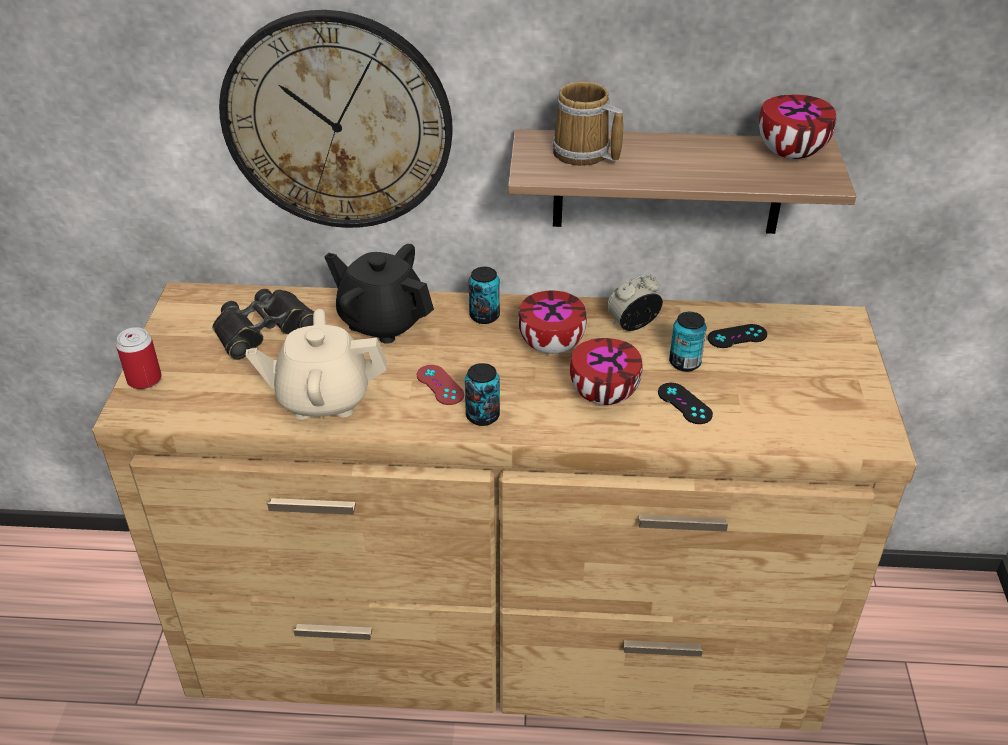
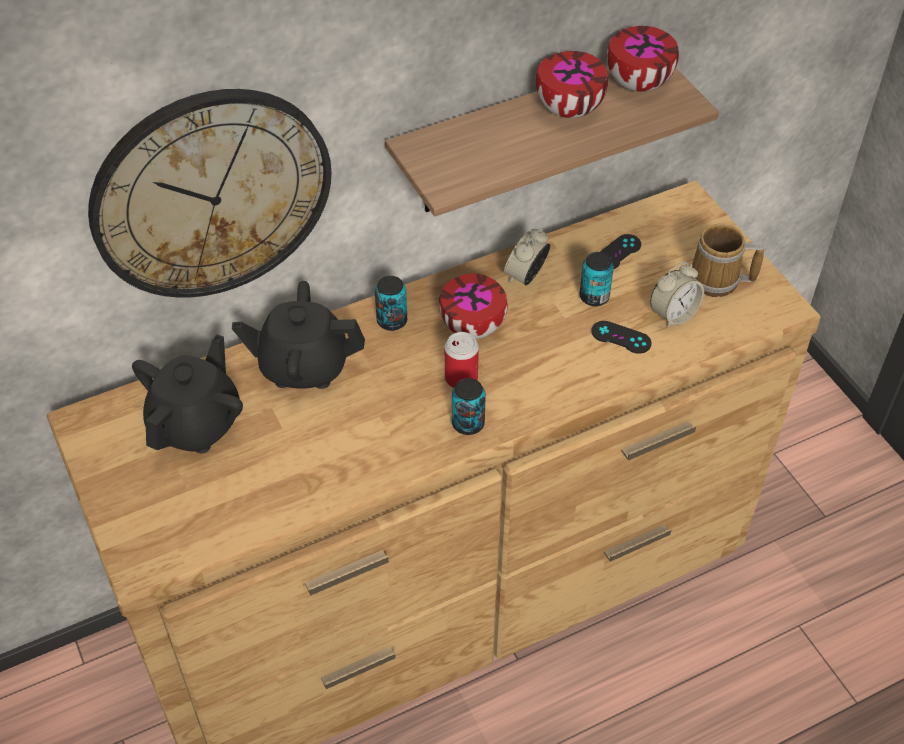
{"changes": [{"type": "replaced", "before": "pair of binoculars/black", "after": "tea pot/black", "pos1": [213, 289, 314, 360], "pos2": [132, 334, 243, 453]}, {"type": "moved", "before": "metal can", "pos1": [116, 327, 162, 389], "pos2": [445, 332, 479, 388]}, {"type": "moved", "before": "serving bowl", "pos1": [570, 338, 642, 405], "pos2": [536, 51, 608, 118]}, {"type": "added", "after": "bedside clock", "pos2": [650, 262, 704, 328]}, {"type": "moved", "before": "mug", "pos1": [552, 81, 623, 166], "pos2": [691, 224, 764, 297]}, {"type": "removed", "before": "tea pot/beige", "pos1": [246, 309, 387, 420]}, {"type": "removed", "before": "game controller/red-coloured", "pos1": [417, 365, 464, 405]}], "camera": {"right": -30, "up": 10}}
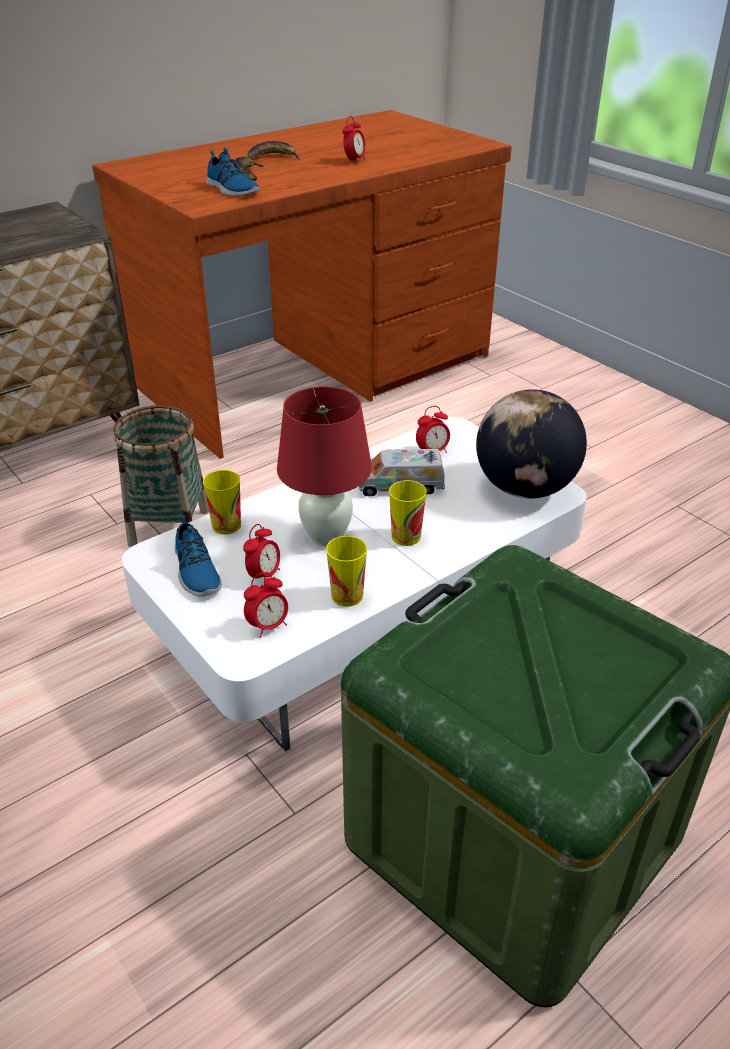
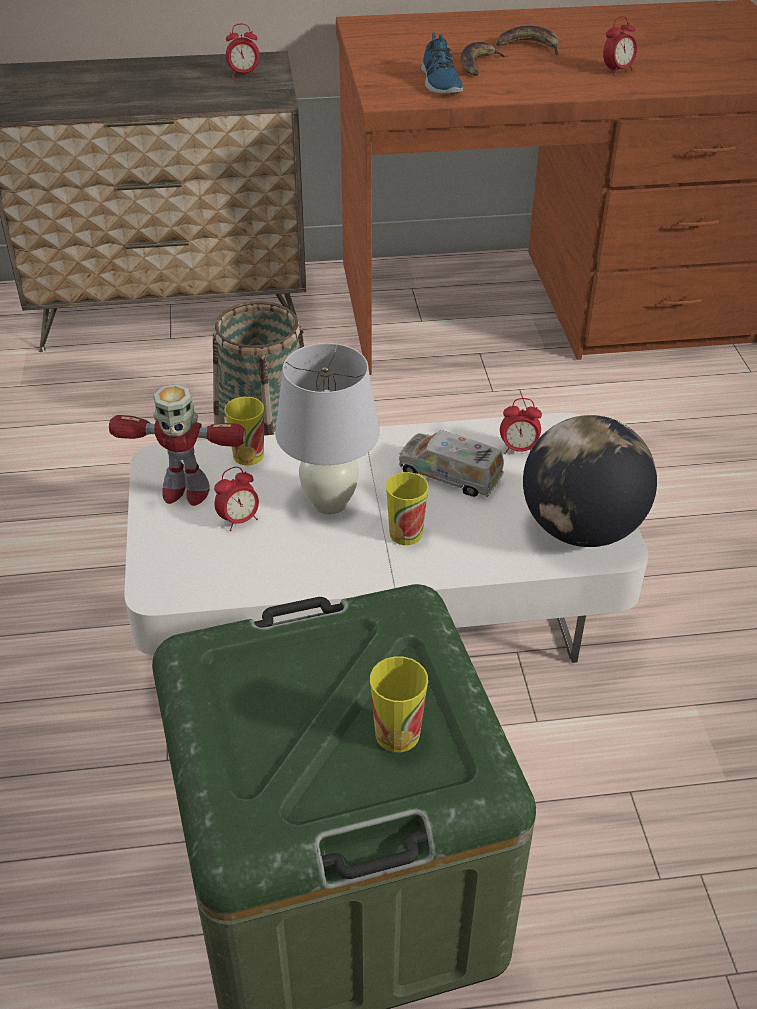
{"changes": [{"type": "replaced", "before": "low shoe", "after": "robot figure", "pos1": [175, 515, 222, 597], "pos2": [109, 384, 246, 506]}, {"type": "moved", "before": "bedside clock", "pos1": [244, 572, 288, 638], "pos2": [226, 24, 260, 78]}, {"type": "recoloured", "before": "lamp for a table/red-coloured", "after": "lamp for a table/white-coloured", "pos1": [277, 386, 372, 546], "pos2": [275, 343, 380, 515]}, {"type": "moved", "before": "drinking cup", "pos1": [326, 536, 367, 607], "pos2": [370, 656, 428, 752]}], "camera": {"right": 30, "up": 5}}
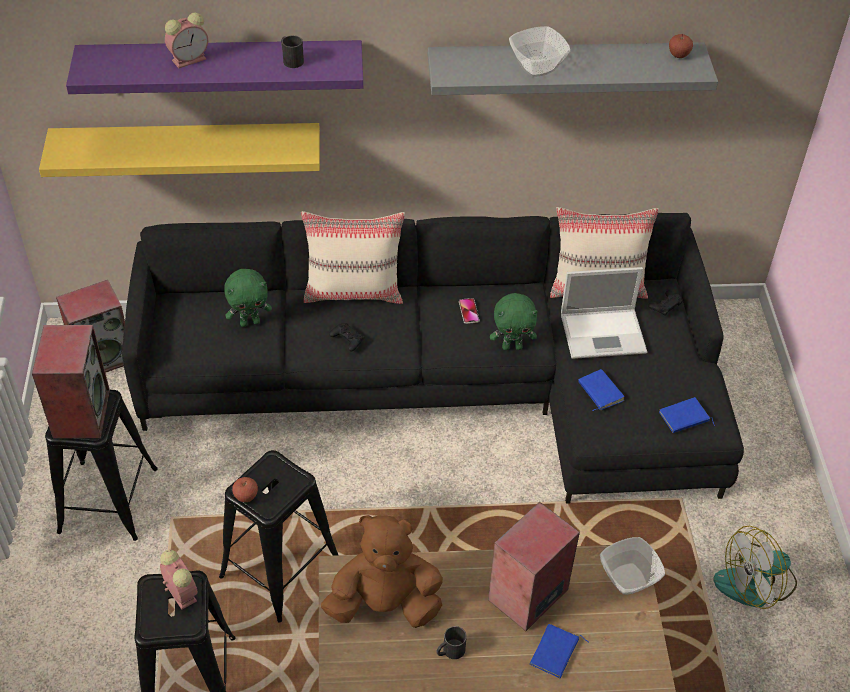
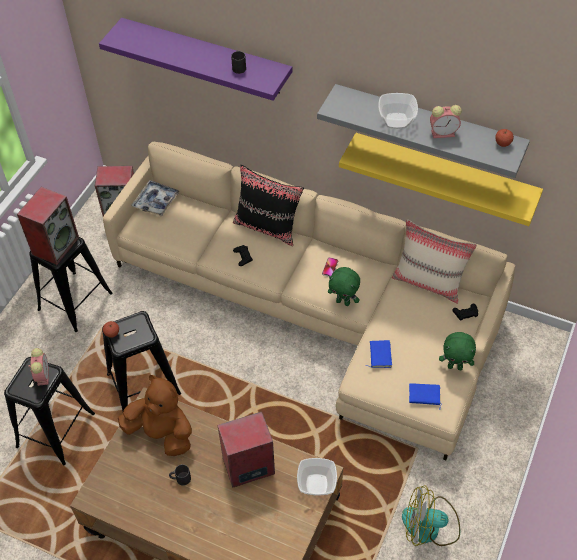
{"changes": [{"type": "recoloured", "before": "settee/black", "after": "settee/beige", "pos1": [122, 213, 744, 504], "pos2": [103, 142, 515, 460]}, {"type": "added", "after": "carrying tray", "pos2": [132, 180, 180, 217]}, {"type": "recoloured", "before": "throw pillow/beige", "after": "throw pillow/black", "pos1": [301, 211, 405, 304], "pos2": [233, 165, 304, 246]}, {"type": "moved", "before": "bracket shelf/yellow-coloured", "pos1": [39, 123, 320, 177], "pos2": [339, 133, 543, 226]}, {"type": "moved", "before": "bedside clock", "pos1": [165, 12, 208, 68], "pos2": [430, 105, 462, 138]}, {"type": "moved", "before": "soft toy/greenish", "pos1": [224, 269, 272, 327], "pos2": [439, 332, 476, 370]}, {"type": "removed", "before": "book/bluish", "pos1": [530, 624, 589, 678]}, {"type": "removed", "before": "notebook computer", "pos1": [561, 267, 647, 359]}], "camera": {"right": 30, "up": 5}}
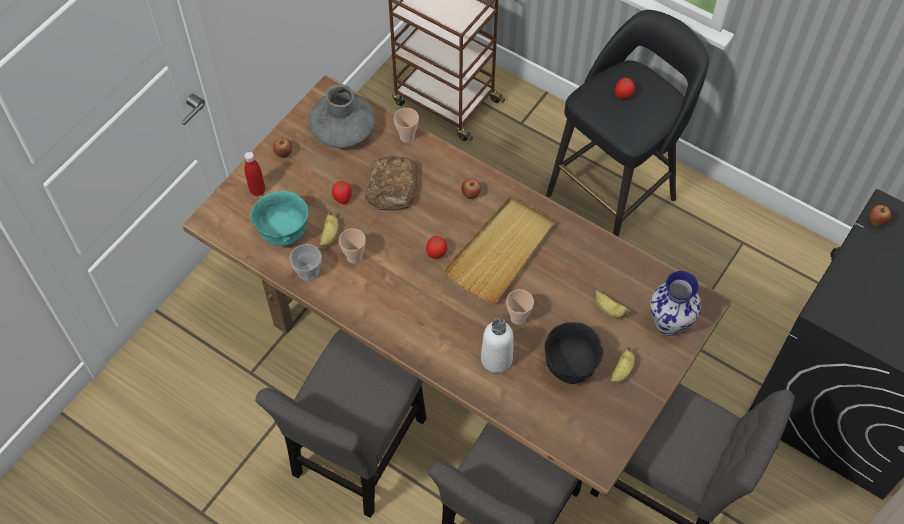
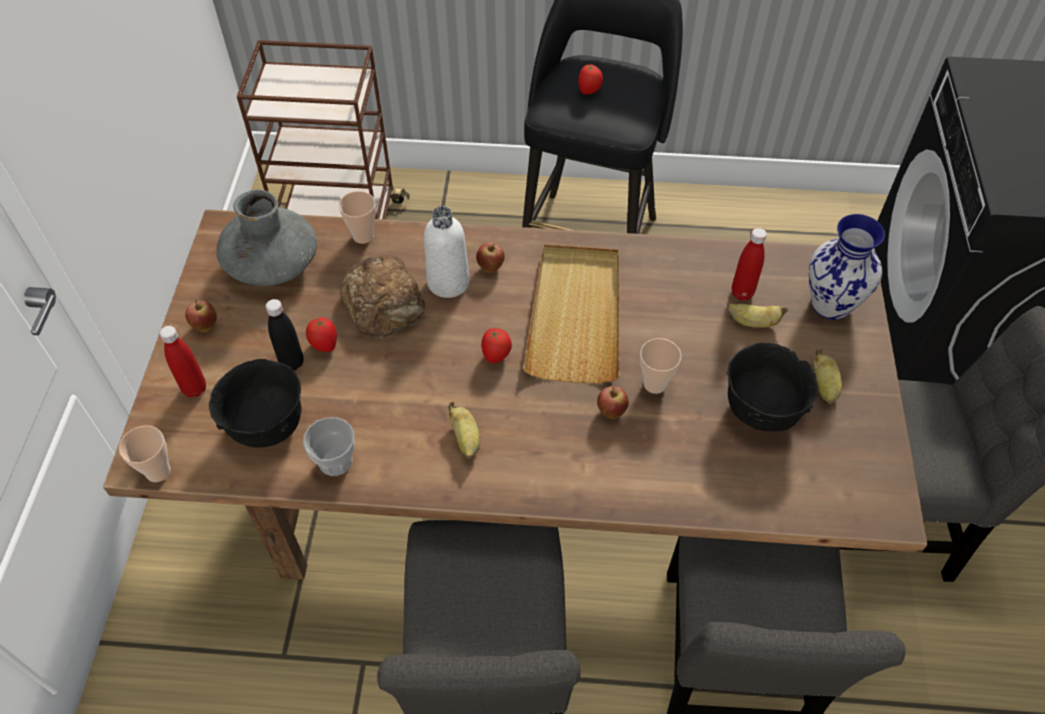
{"changes": [{"type": "moved", "before": "drinking cup", "pos1": [339, 228, 366, 264], "pos2": [119, 426, 171, 482]}, {"type": "recoloured", "before": "serving bowl/turquoise", "after": "serving bowl/black", "pos1": [250, 191, 309, 246], "pos2": [209, 359, 301, 448]}, {"type": "added", "after": "beverage bottle/black", "pos2": [265, 299, 304, 371]}, {"type": "moved", "before": "beverage bottle/white-coloured", "pos1": [481, 318, 513, 373], "pos2": [424, 206, 470, 298]}, {"type": "moved", "before": "banana", "pos1": [320, 210, 339, 247], "pos2": [448, 402, 480, 459]}, {"type": "moved", "before": "apple", "pos1": [869, 205, 891, 227], "pos2": [597, 386, 629, 419]}, {"type": "added", "after": "beverage bottle/red-coloured", "pos2": [731, 228, 767, 301]}], "camera": {"right": -30, "up": -5}}
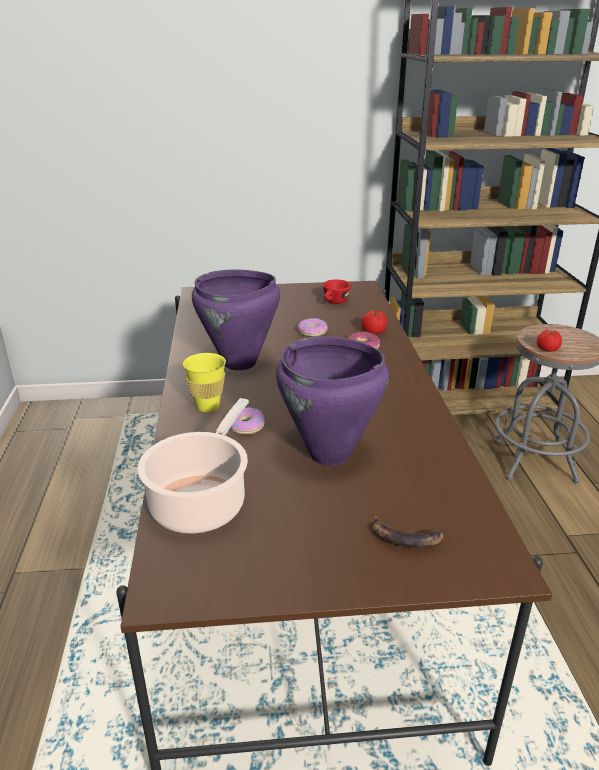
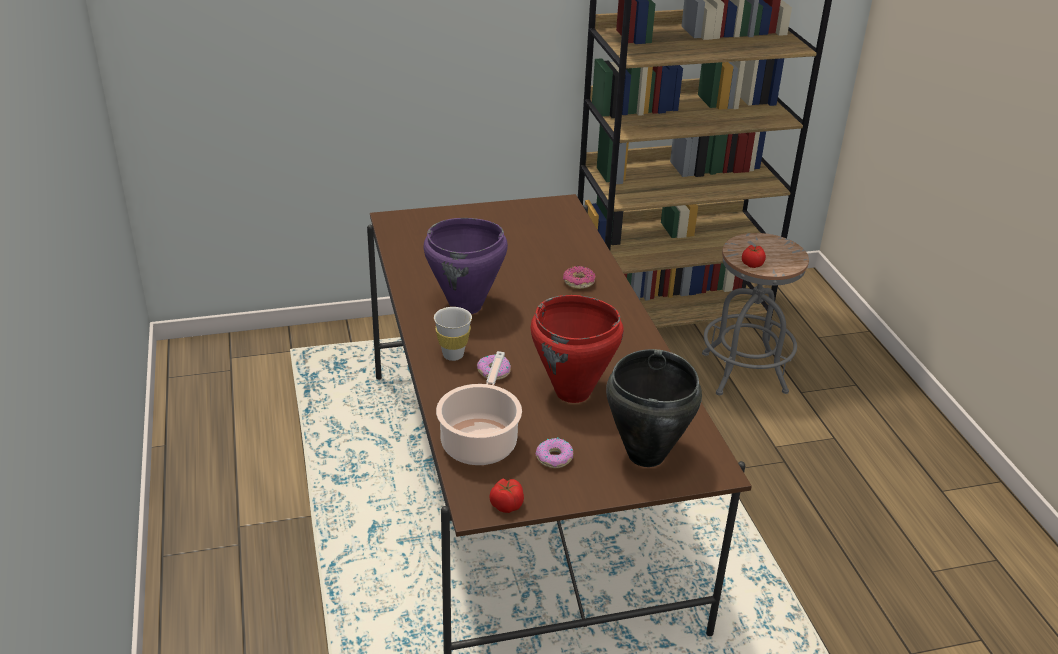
{"changes": [{"type": "recoloured", "before": "drinking cup/yellow-coloured", "after": "drinking cup/white-coloured", "pos1": [183, 353, 226, 412], "pos2": [434, 307, 472, 361]}, {"type": "moved", "before": "tomato", "pos1": [361, 310, 387, 334], "pos2": [489, 479, 524, 513]}, {"type": "recoloured", "before": "saucepot/purplish", "after": "saucepot/red-coloured", "pos1": [276, 336, 389, 466], "pos2": [531, 295, 624, 403]}, {"type": "moved", "before": "donut", "pos1": [297, 318, 328, 337], "pos2": [536, 437, 573, 468]}, {"type": "replaced", "before": "banana", "after": "saucepot/black", "pos1": [373, 516, 444, 547], "pos2": [606, 349, 702, 467]}, {"type": "removed", "before": "drinking cup/red-coloured", "pos1": [323, 280, 351, 304]}], "camera": {"right": -10, "up": 5}}
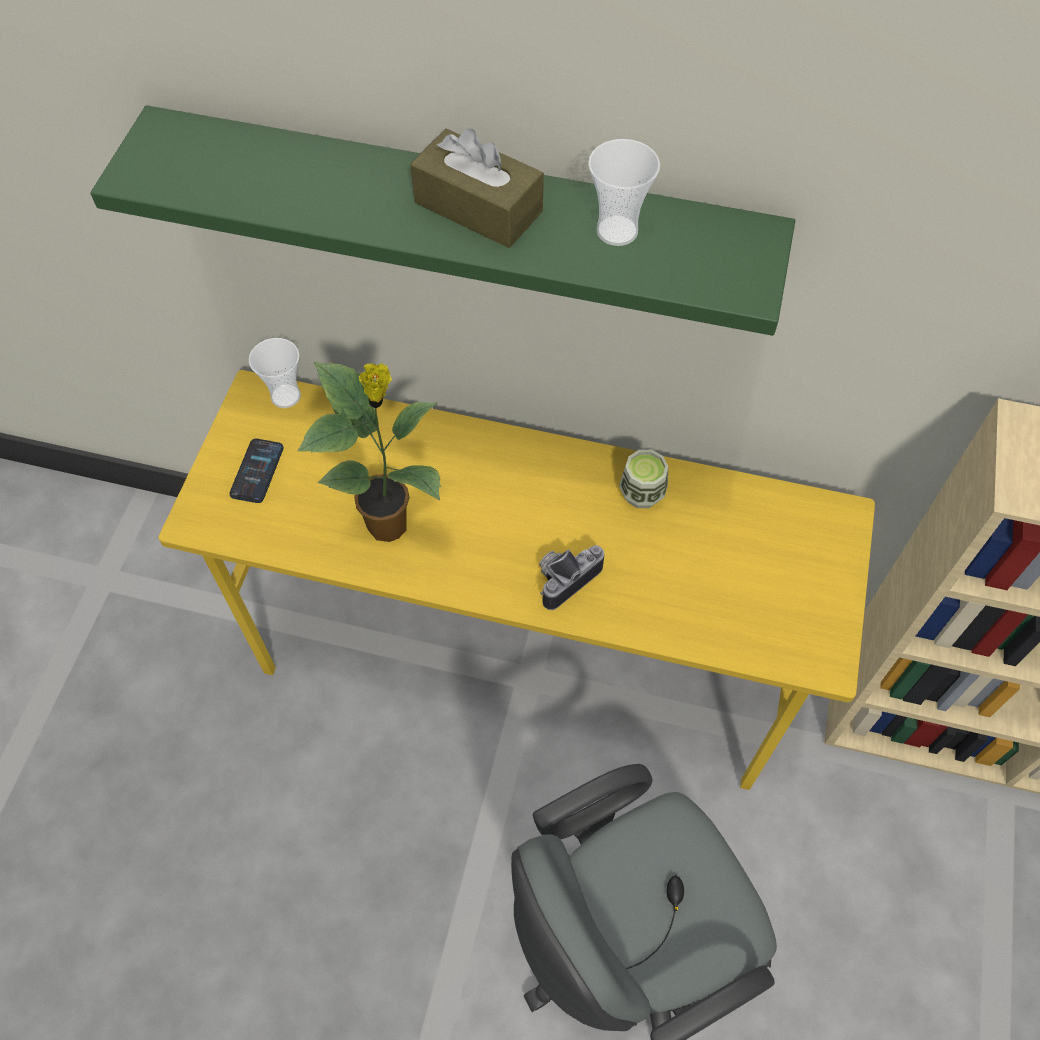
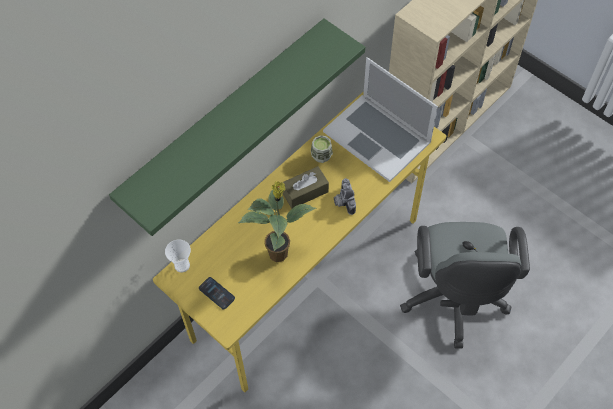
{"changes": [{"type": "moved", "before": "tissue box/brownish", "pos1": [410, 128, 544, 248], "pos2": [283, 166, 329, 209]}, {"type": "added", "after": "notebook computer", "pos2": [323, 57, 438, 182]}, {"type": "removed", "before": "drinking cup", "pos1": [588, 139, 660, 246]}], "camera": {"right": -60, "up": 0}}
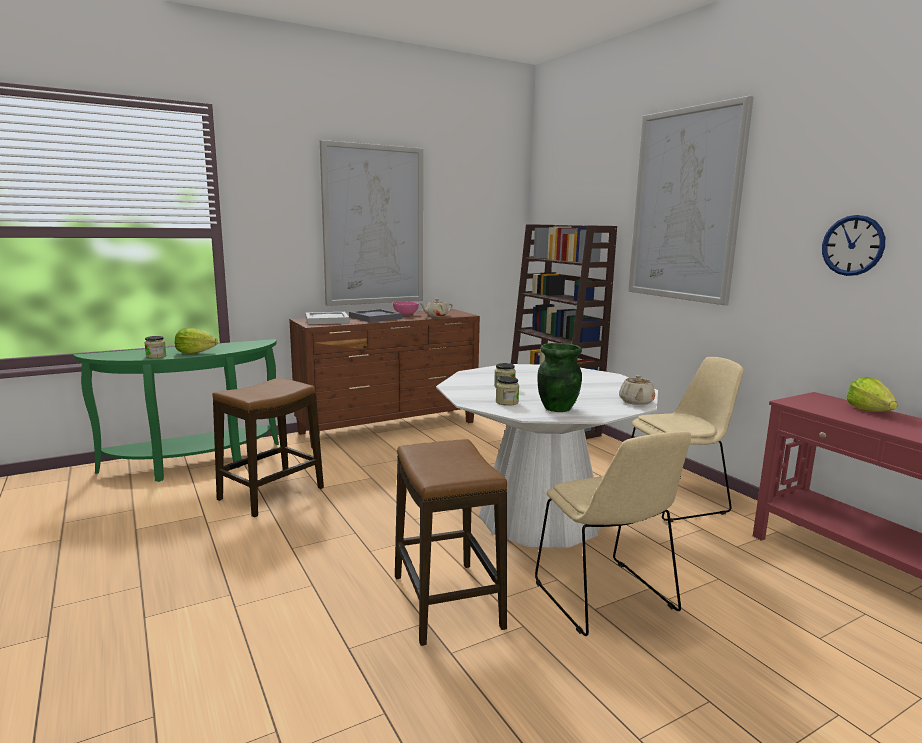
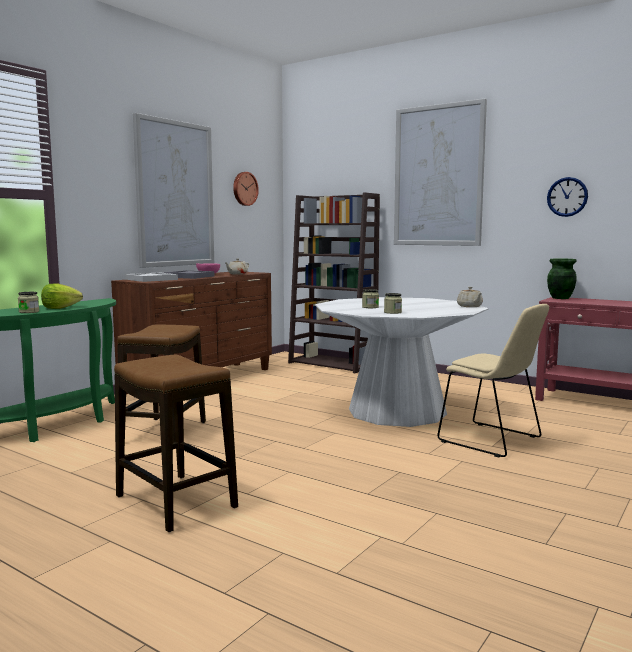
{"changes": [{"type": "moved", "before": "stool", "pos1": [395, 439, 507, 646], "pos2": [114, 354, 238, 532]}, {"type": "added", "after": "hanging clock", "pos2": [233, 172, 259, 206]}, {"type": "moved", "before": "flower vase/greenish", "pos1": [537, 343, 582, 412], "pos2": [547, 259, 577, 299]}, {"type": "removed", "before": "chair/beige", "pos1": [631, 357, 744, 522]}, {"type": "removed", "before": "lettuce", "pos1": [846, 377, 898, 412]}], "camera": {"right": -25, "up": -5}}
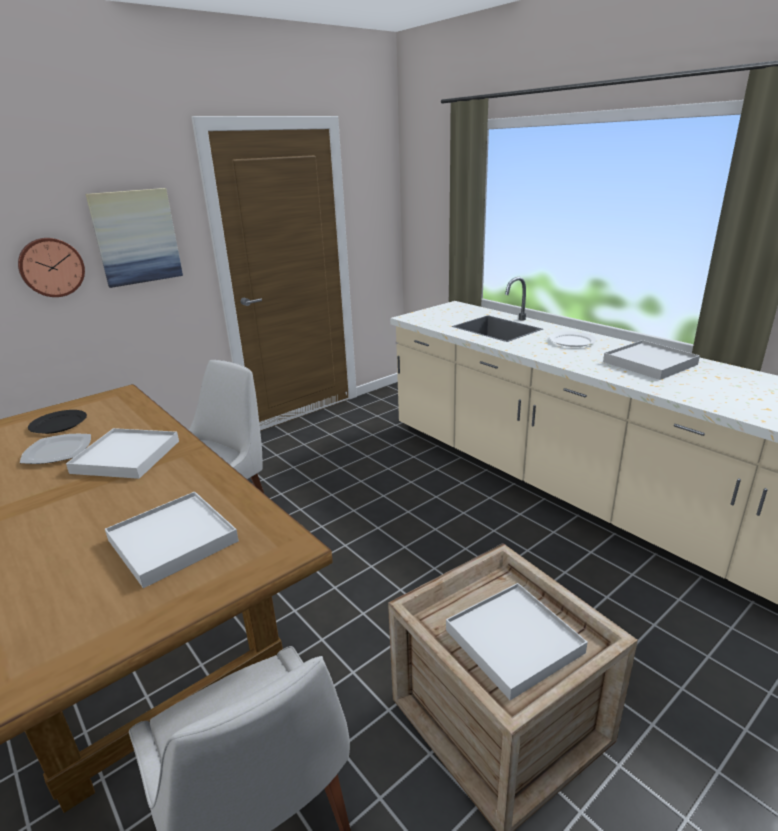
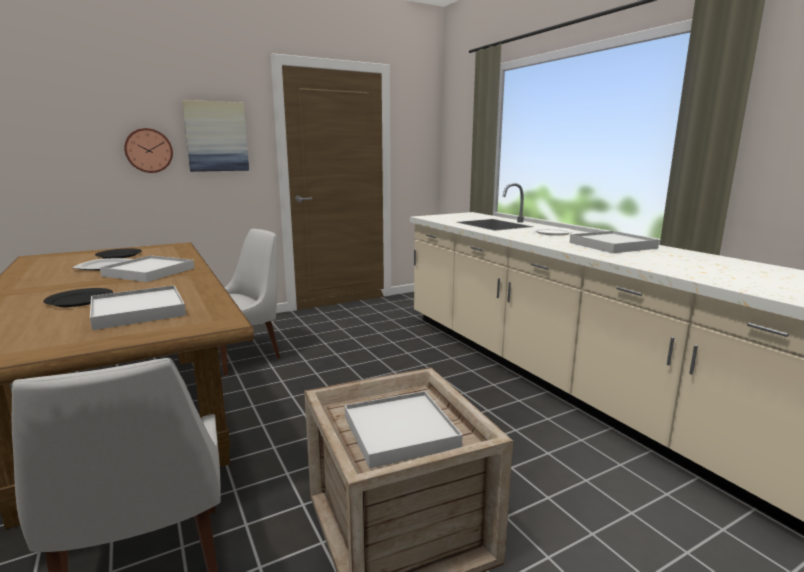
{"changes": [{"type": "added", "after": "dinner plate/black", "pos2": [43, 288, 113, 307]}], "camera": {"right": 10, "up": -10}}
